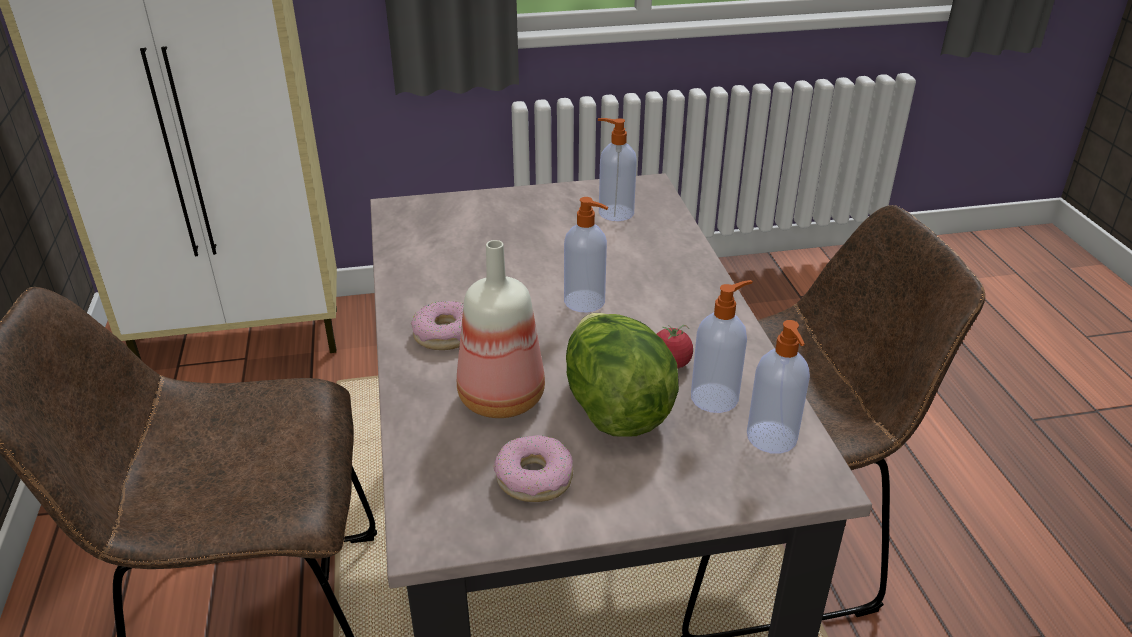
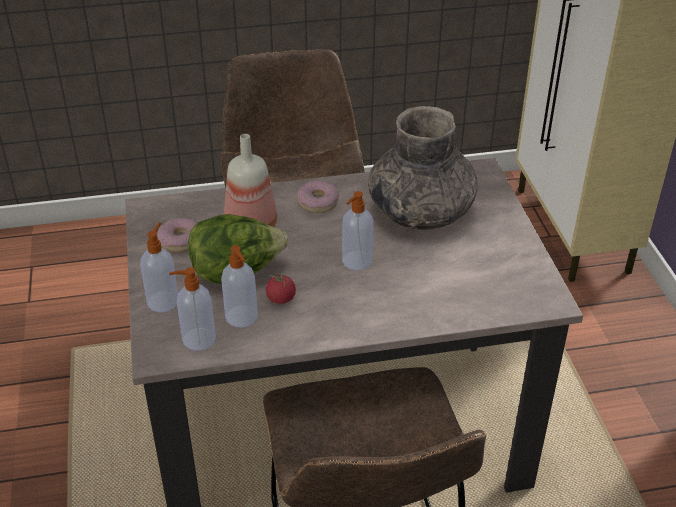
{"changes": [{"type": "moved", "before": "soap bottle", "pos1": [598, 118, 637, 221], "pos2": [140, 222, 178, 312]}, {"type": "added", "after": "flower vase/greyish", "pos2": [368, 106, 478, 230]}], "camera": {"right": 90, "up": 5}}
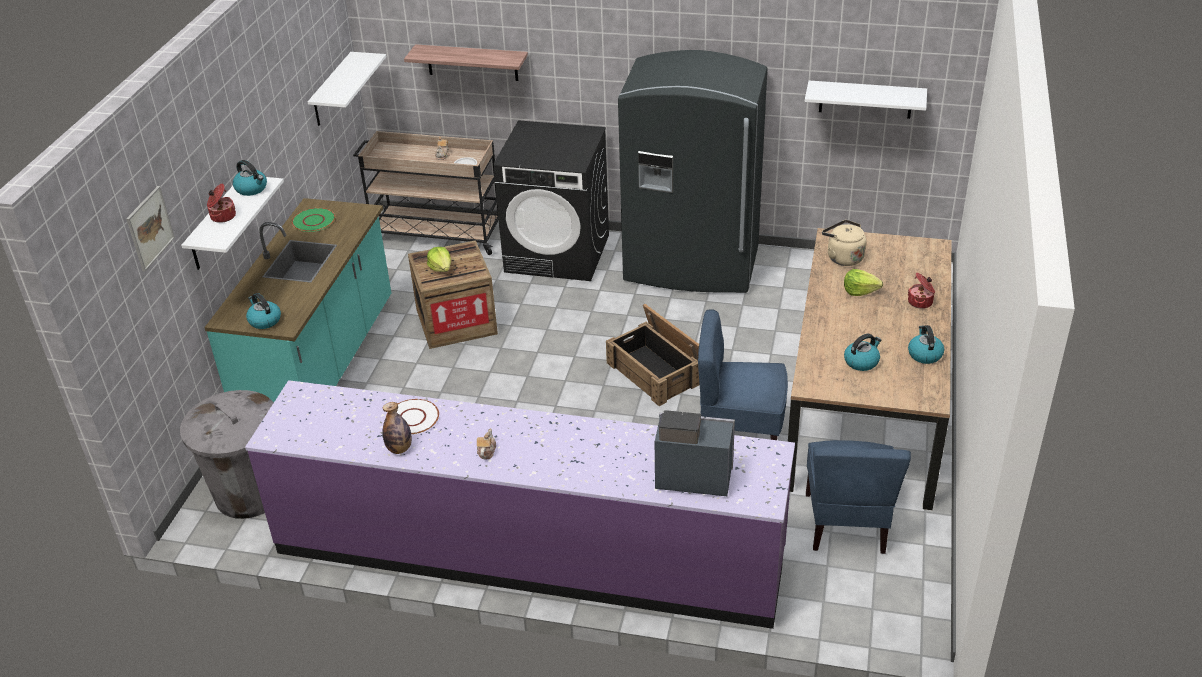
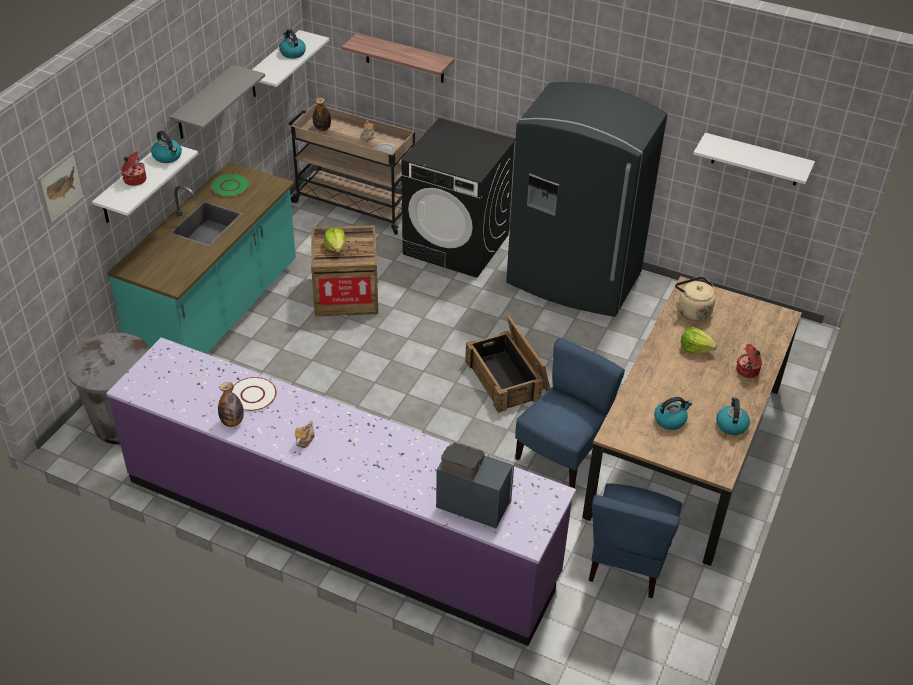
{"changes": [{"type": "added", "after": "bracket shelf/greyish", "pos2": [169, 65, 265, 139]}, {"type": "moved", "before": "kettle", "pos1": [246, 293, 281, 329], "pos2": [279, 29, 306, 59]}, {"type": "added", "after": "beverage bottle", "pos2": [313, 97, 331, 131]}, {"type": "turned", "before": "chair/bluish", "pos1": [698, 309, 788, 440], "pos2": [515, 338, 625, 488], "turn": 105}], "camera": {"right": 10, "up": 5}}
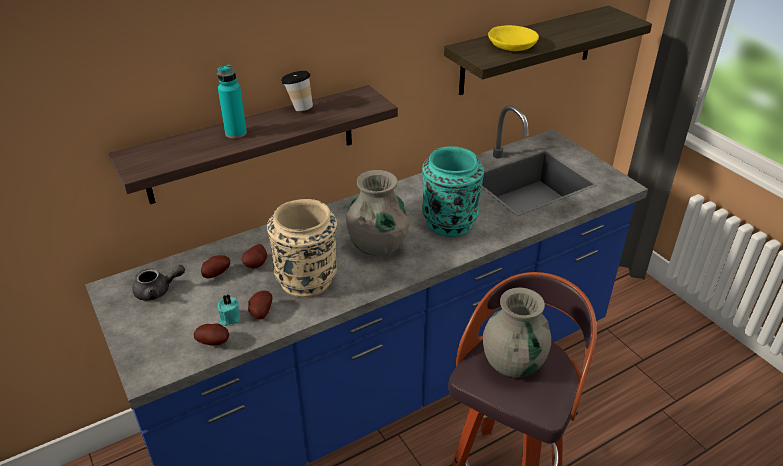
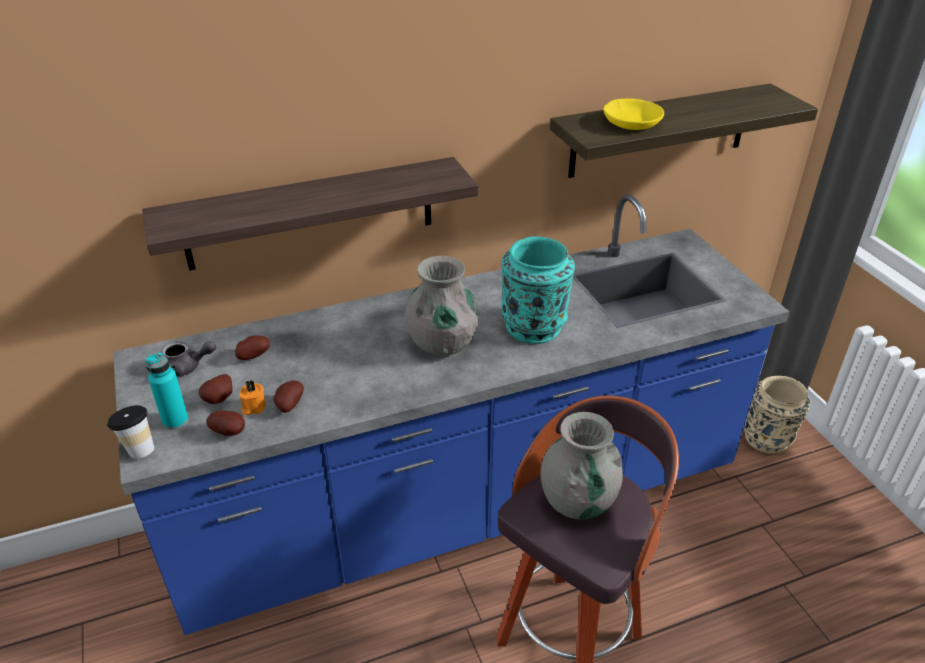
{"changes": [{"type": "moved", "before": "drinking cup", "pos1": [281, 71, 313, 111], "pos2": [107, 405, 154, 459]}, {"type": "moved", "before": "beverage bottle/turquoise", "pos1": [217, 65, 247, 139], "pos2": [145, 352, 189, 430]}, {"type": "moved", "before": "spud", "pos1": [242, 244, 267, 269], "pos2": [199, 374, 233, 404]}, {"type": "recoloured", "before": "wax candle/turquoise", "after": "wax candle/orange-coloured", "pos1": [218, 295, 240, 326], "pos2": [240, 380, 266, 415]}, {"type": "moved", "before": "flower vase/beige", "pos1": [267, 199, 337, 297], "pos2": [744, 376, 810, 454]}], "camera": {"right": 10, "up": 0}}
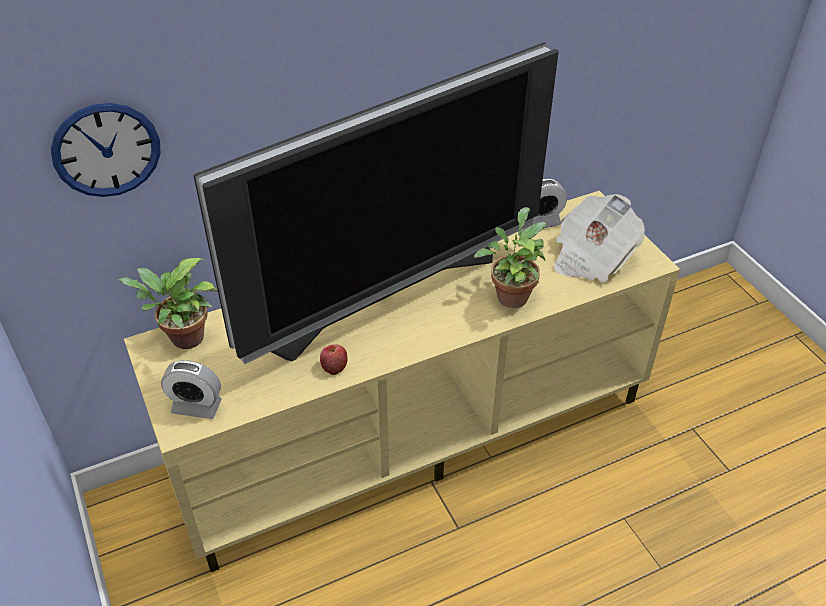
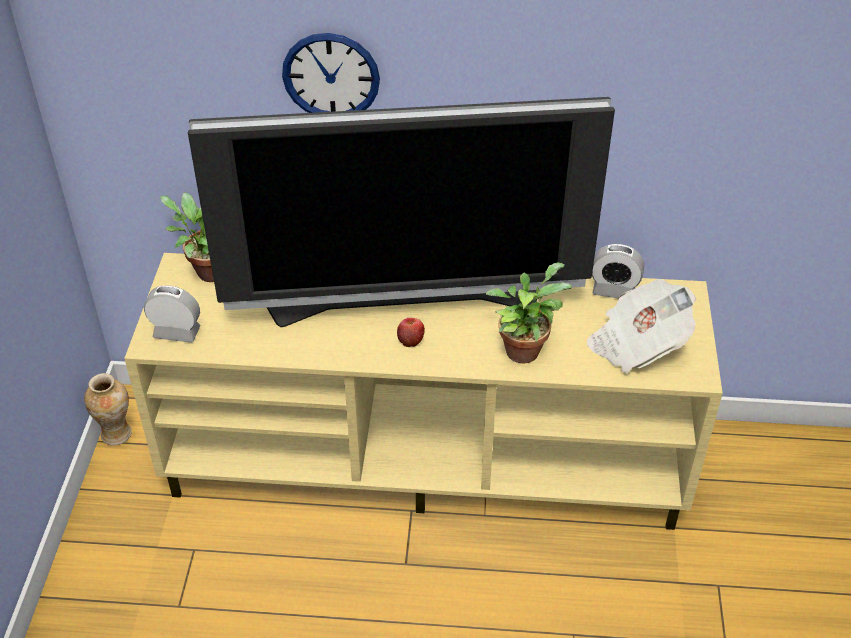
{"changes": [{"type": "added", "after": "flower vase", "pos2": [84, 373, 132, 445]}, {"type": "turned", "before": "bedside clock", "pos1": [161, 360, 222, 419], "pos2": [144, 285, 201, 343], "turn": 150}, {"type": "moved", "before": "hanging clock", "pos1": [51, 103, 161, 197], "pos2": [282, 33, 380, 113]}, {"type": "moved", "before": "apple", "pos1": [320, 344, 348, 375], "pos2": [397, 318, 425, 347]}], "camera": {"right": 30, "up": 0}}
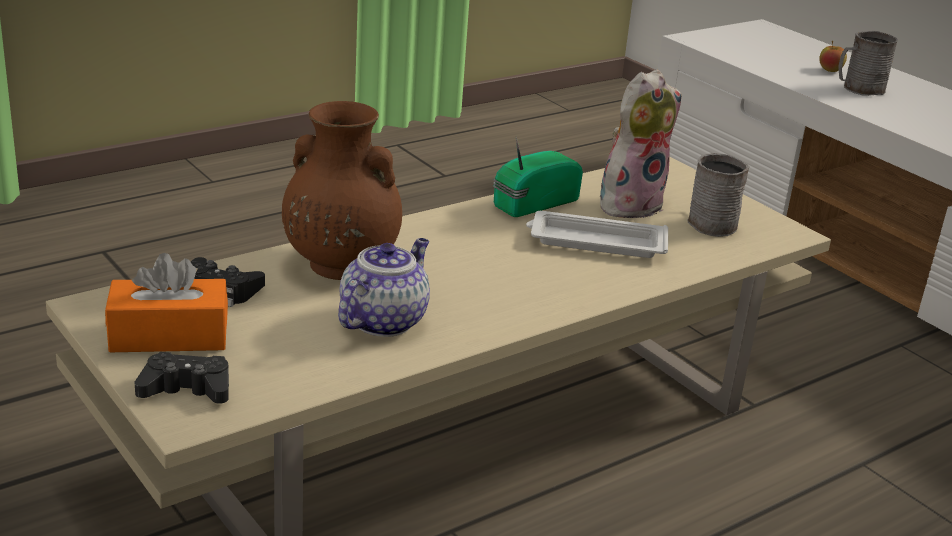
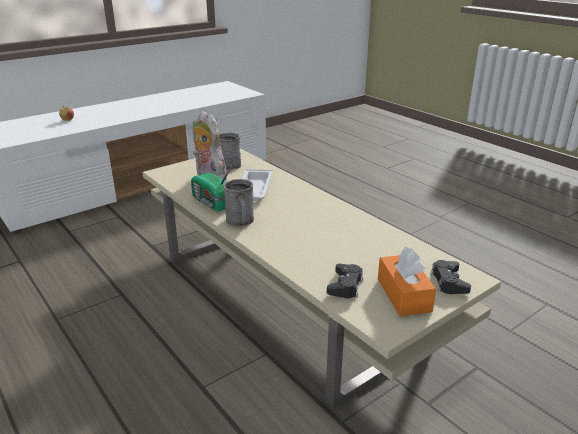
{"changes": [{"type": "moved", "before": "mug/greyish", "pos1": [838, 31, 898, 96], "pos2": [224, 179, 254, 227]}, {"type": "removed", "before": "flower vase/brownish", "pos1": [282, 101, 402, 280]}, {"type": "removed", "before": "tea pot", "pos1": [338, 238, 430, 337]}], "camera": {"right": -90, "up": 0}}
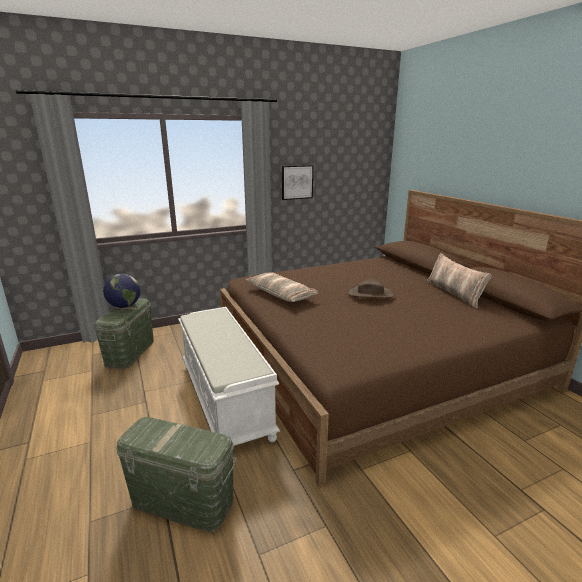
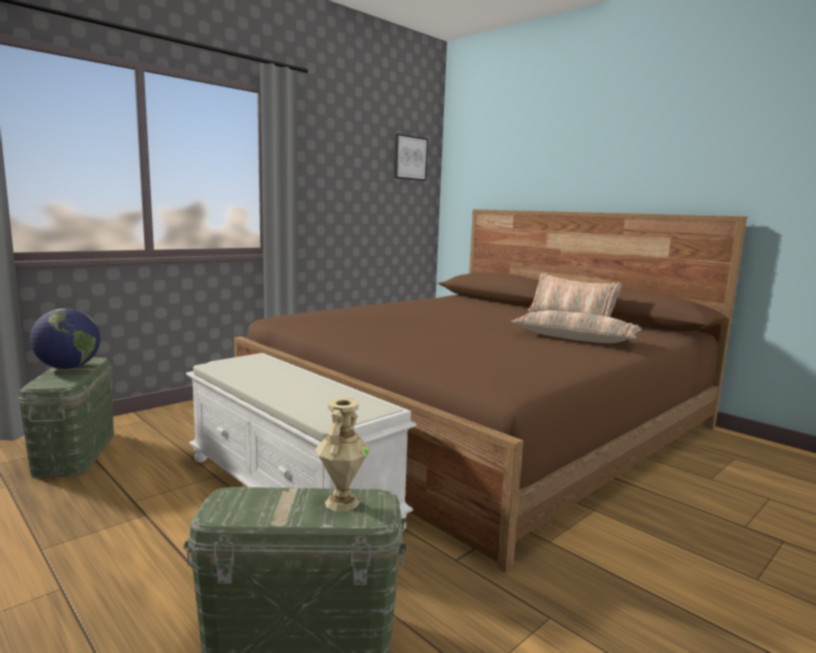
{"changes": [{"type": "added", "after": "flower vase/beige", "pos2": [315, 398, 371, 511]}, {"type": "moved", "before": "picture", "pos1": [282, 165, 313, 200], "pos2": [394, 134, 428, 181]}, {"type": "moved", "before": "throw pillow", "pos1": [245, 272, 318, 302], "pos2": [511, 310, 642, 343]}, {"type": "removed", "before": "wearable hat/brownish", "pos1": [347, 279, 395, 298]}], "camera": {"right": -20, "up": -10}}
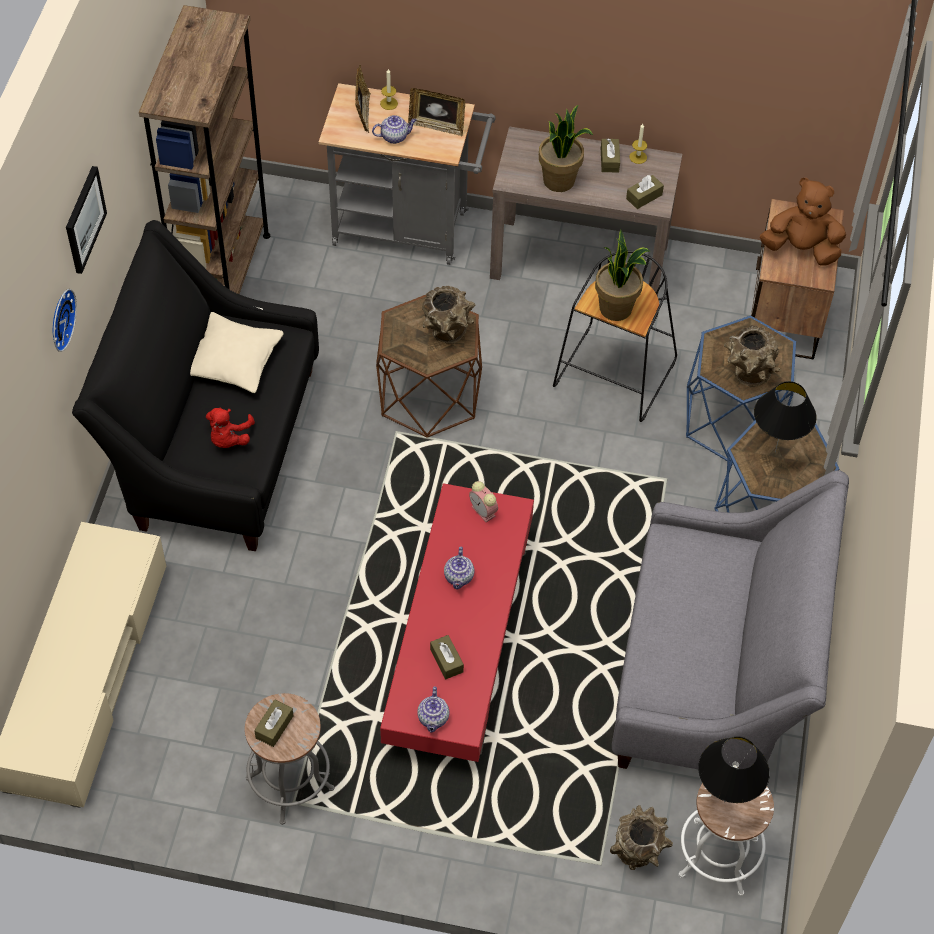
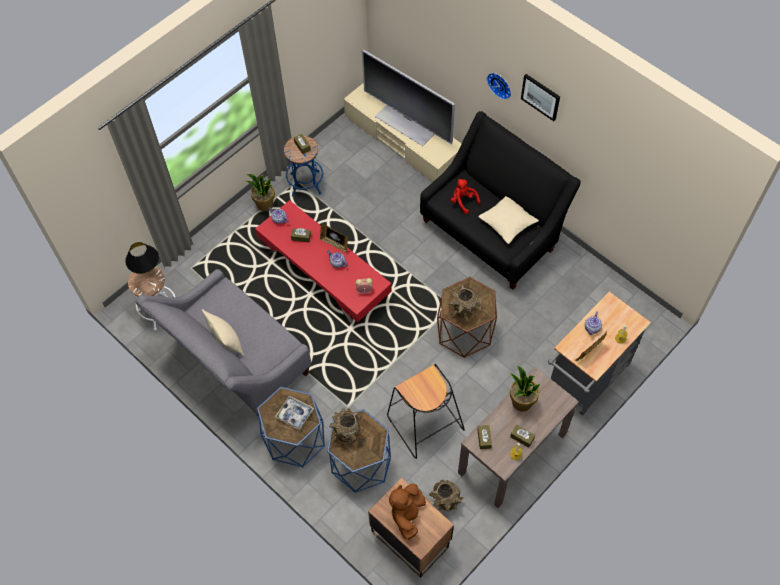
{"changes": [{"type": "added", "after": "throw pillow/beige", "pos2": [202, 309, 245, 356]}, {"type": "moved", "before": "plant in a pot", "pos1": [595, 230, 650, 321], "pos2": [245, 174, 275, 211]}, {"type": "replaced", "before": "lamp for a table/black", "after": "carrying tray", "pos1": [754, 381, 816, 453], "pos2": [275, 396, 314, 431]}, {"type": "recoloured", "before": "stool/greyish", "after": "stool/bluish", "pos1": [245, 693, 334, 825], "pos2": [284, 136, 323, 197]}, {"type": "moved", "before": "photo frame", "pos1": [355, 64, 371, 133], "pos2": [320, 224, 348, 253]}, {"type": "added", "after": "TV", "pos2": [362, 50, 455, 146]}, {"type": "turned", "before": "soft toy/brownish", "pos1": [760, 178, 846, 266], "pos2": [389, 484, 426, 540], "turn": 150}, {"type": "moved", "before": "flower vase/brownish", "pos1": [610, 805, 673, 870], "pos2": [429, 480, 463, 512]}, {"type": "removed", "before": "shelving unit/brownish", "pos1": [139, 5, 270, 294]}], "camera": {"right": 125, "up": 5}}
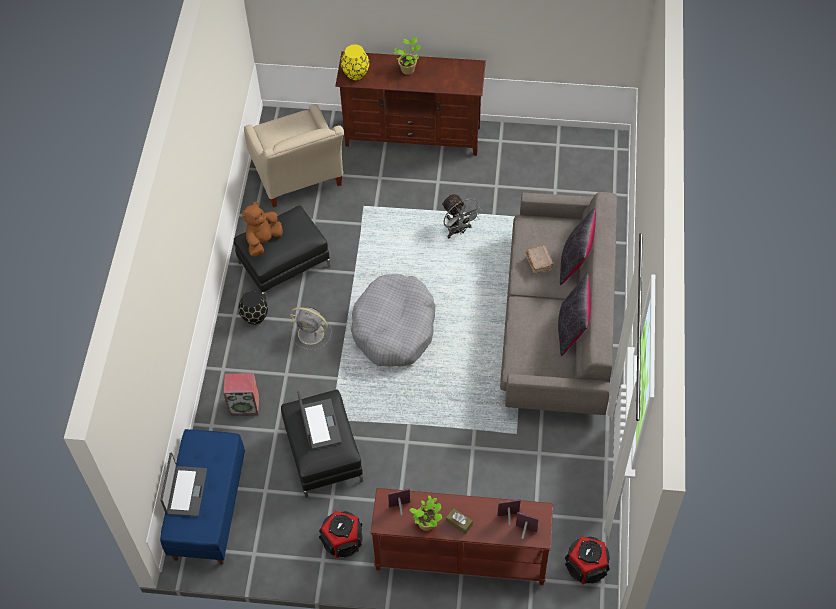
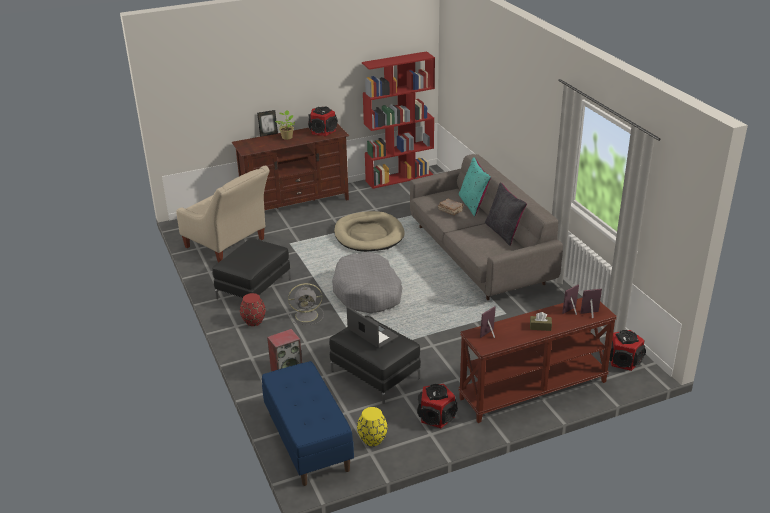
{"changes": [{"type": "recoloured", "before": "flower vase/black", "after": "flower vase/red-coloured", "pos1": [238, 291, 268, 325], "pos2": [240, 293, 266, 326]}, {"type": "added", "after": "photo frame", "pos2": [257, 110, 278, 137]}, {"type": "added", "after": "loudspeaker", "pos2": [308, 107, 338, 136]}, {"type": "replaced", "before": "cooling fan/greyish", "after": "dog cushion/beige", "pos1": [442, 194, 482, 238], "pos2": [334, 211, 405, 252]}, {"type": "moved", "before": "flower vase/yellow-coloured", "pos1": [341, 44, 369, 80], "pos2": [357, 407, 388, 446]}, {"type": "added", "after": "shelving unit/red-coloured", "pos2": [362, 51, 435, 189]}, {"type": "recoloured", "before": "throw pillow/black", "after": "throw pillow/turquoise", "pos1": [560, 208, 596, 285], "pos2": [459, 157, 491, 217]}, {"type": "removed", "before": "notebook computer", "pos1": [160, 452, 207, 516]}, {"type": "removed", "before": "soft toy/brownish", "pos1": [241, 202, 283, 257]}, {"type": "removed", "before": "plant in a pot", "pos1": [410, 495, 442, 531]}], "camera": {"right": -30, "up": -25}}
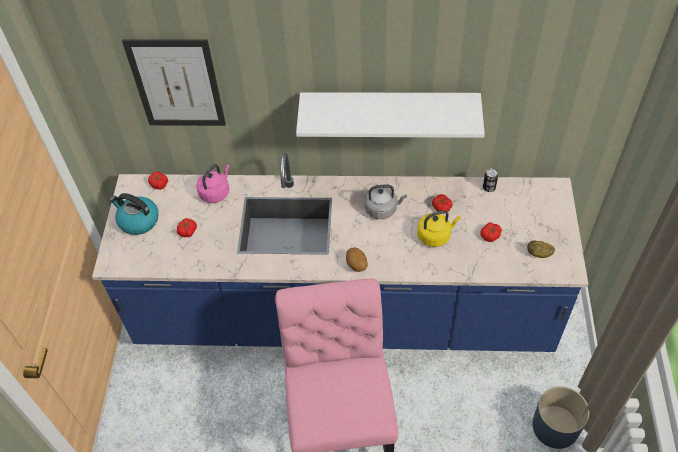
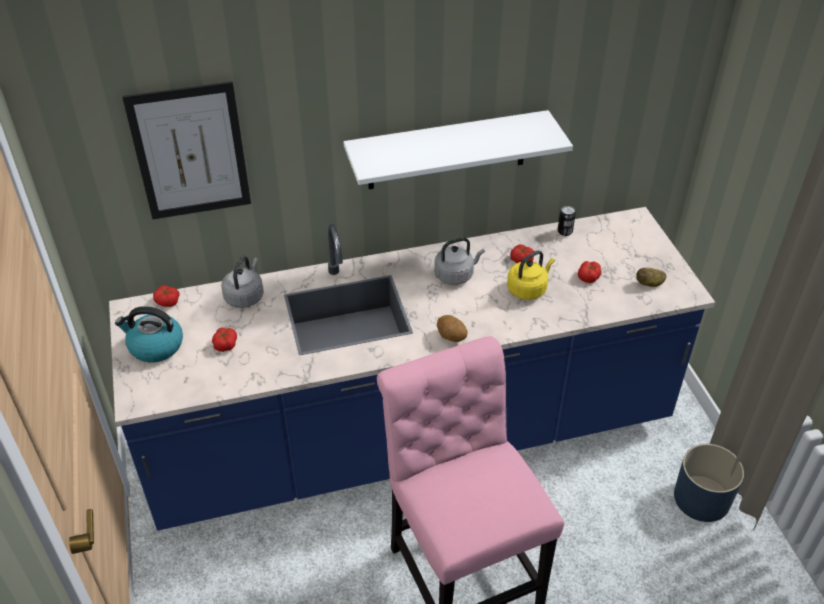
{"changes": [{"type": "recoloured", "before": "kettle/pinkish", "after": "kettle/greyish", "pos1": [196, 164, 230, 203], "pos2": [221, 256, 264, 308]}], "camera": {"right": -20, "up": -10}}
